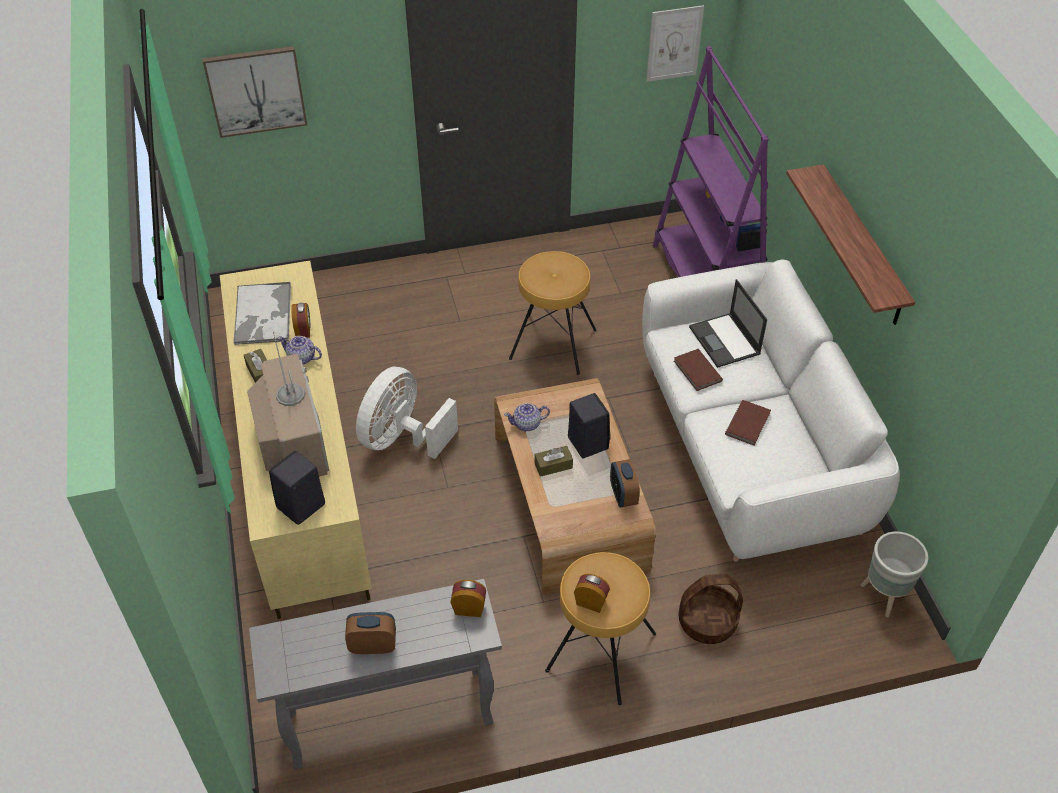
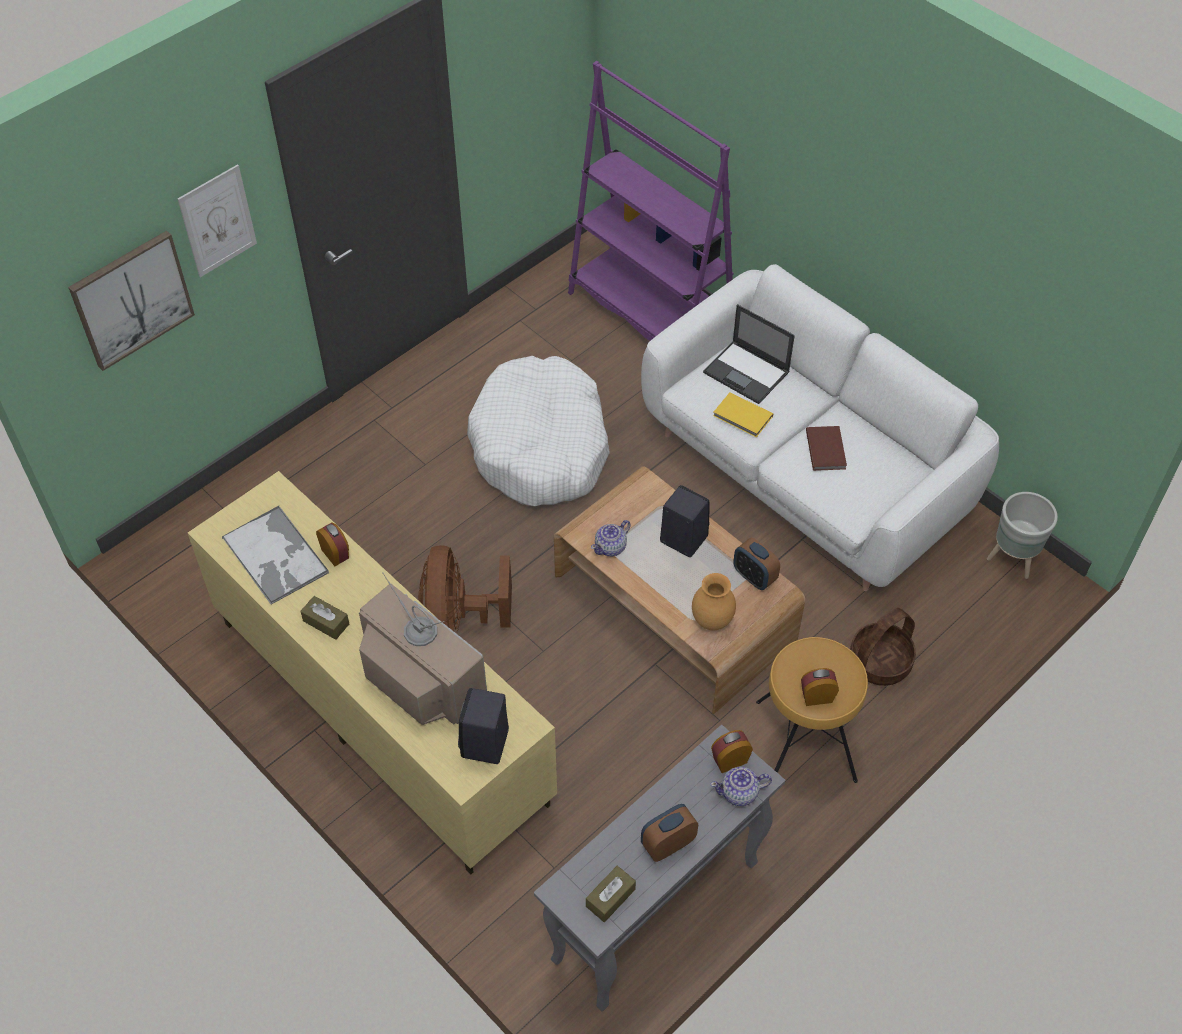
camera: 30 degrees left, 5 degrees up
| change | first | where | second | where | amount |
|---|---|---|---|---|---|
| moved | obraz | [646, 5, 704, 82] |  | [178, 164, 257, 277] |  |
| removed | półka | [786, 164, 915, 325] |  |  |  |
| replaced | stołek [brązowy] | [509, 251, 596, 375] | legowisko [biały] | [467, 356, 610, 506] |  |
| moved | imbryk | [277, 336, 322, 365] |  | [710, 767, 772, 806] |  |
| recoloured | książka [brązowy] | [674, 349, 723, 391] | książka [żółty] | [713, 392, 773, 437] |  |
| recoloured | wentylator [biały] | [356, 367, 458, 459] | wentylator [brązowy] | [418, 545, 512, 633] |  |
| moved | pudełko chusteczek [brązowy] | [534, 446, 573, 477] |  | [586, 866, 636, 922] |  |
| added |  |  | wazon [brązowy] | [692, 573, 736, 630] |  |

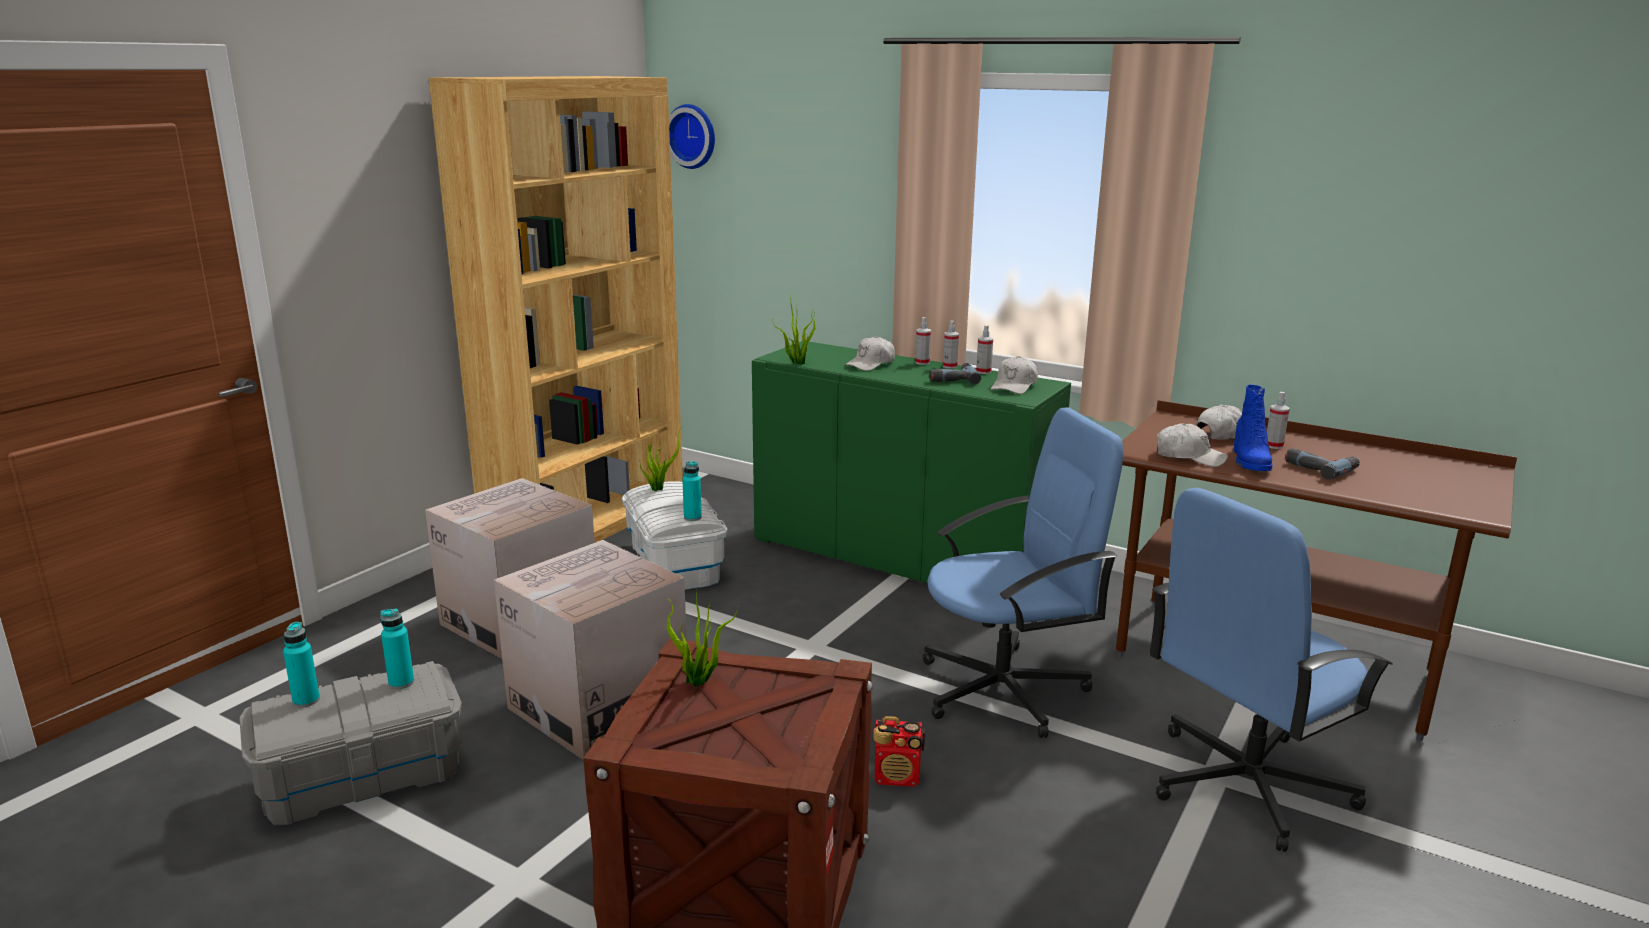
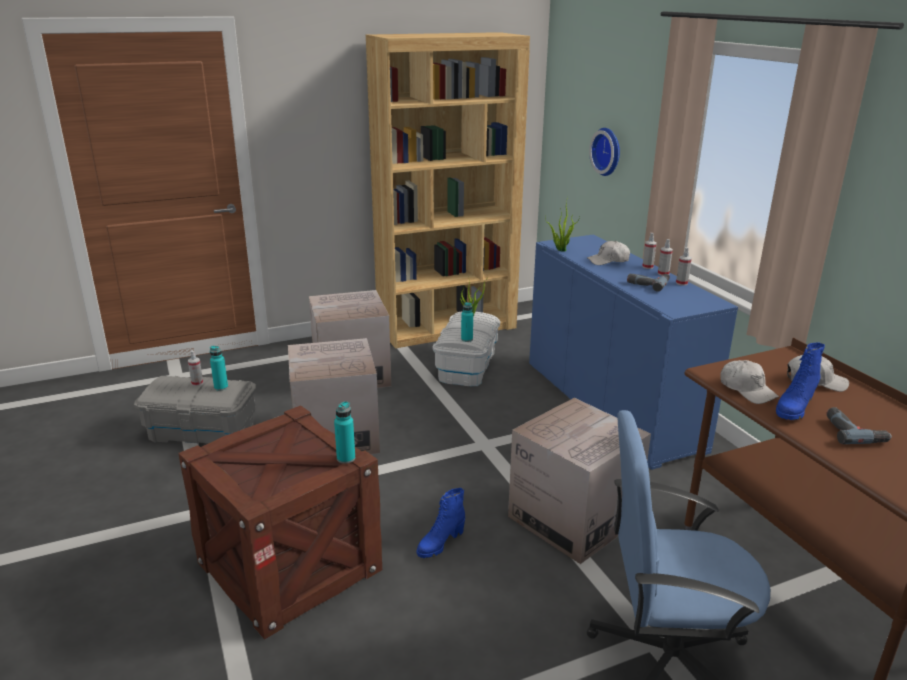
camera: 35 degrees right, 5 degrees up
| change | first | where | second | where | amount |
|---|---|---|---|---|---|
| moved | zegar ścienny | [669, 104, 715, 169] |  | [589, 128, 620, 176] |  |
| recoloured | szafka [zielony] | [752, 341, 1071, 583] | szafka [niebieski] | [529, 234, 738, 470] |  |
| removed | czapka z daszkiem [biały] | [991, 356, 1038, 394] |  |  |  |
| moved | spryskiwacz | [1267, 392, 1290, 449] |  | [188, 350, 203, 386] |  |
| replaced | krzesło biurowe [niebieski] | [923, 408, 1123, 738] | karton | [508, 398, 651, 564] |  |
| removed | roślina doniczkowa | [667, 584, 738, 687] |  |  |  |
| moved | butelka [turkusowy] | [283, 622, 320, 707] |  | [334, 401, 355, 464] |  |
| replaced | radio | [874, 716, 925, 787] | but z cholewką [niebieski] | [417, 488, 465, 558] |  |

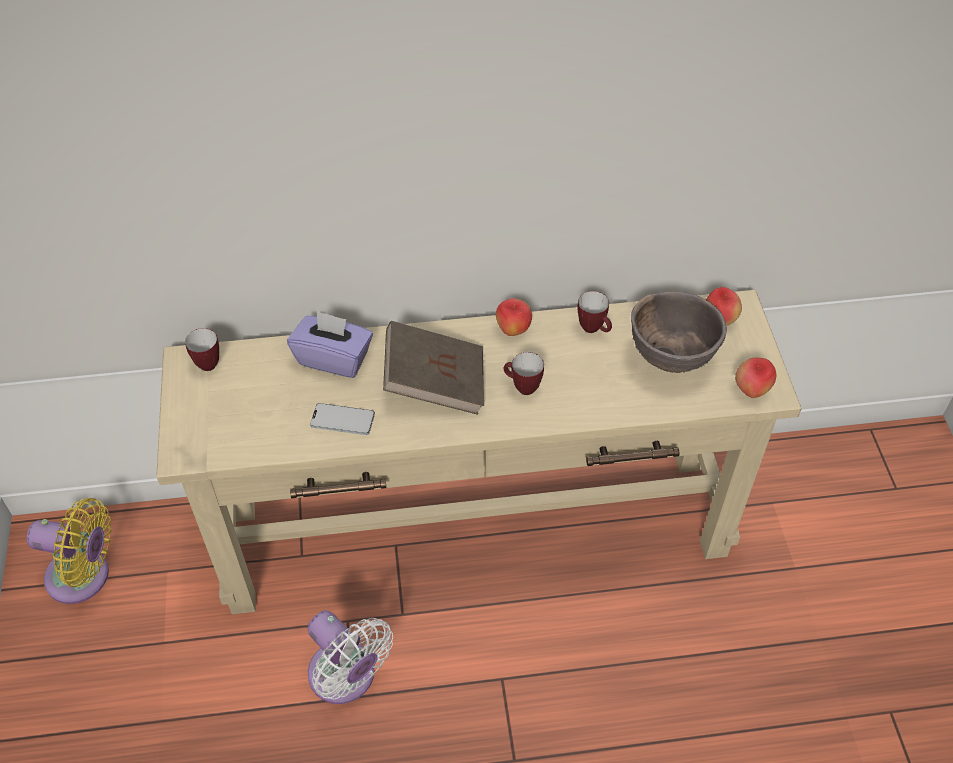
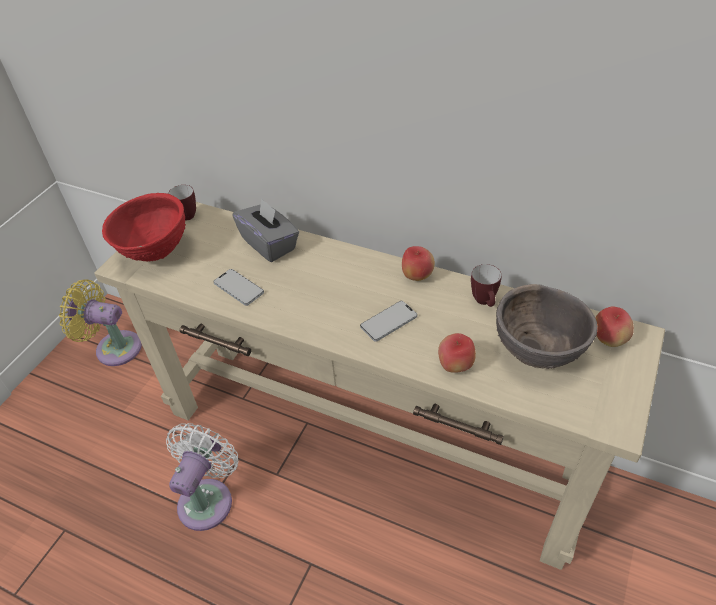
camera: 35 degrees right, 5 degrees down
| change | first | where | second | where | amount |
|---|---|---|---|---|---|
| recoloured | pudełko chusteczek [fioletowy] | [287, 311, 373, 378] | pudełko chusteczek [szary] | [232, 197, 299, 262] |  |
| removed | książka [brązowy] | [383, 321, 484, 415] |  |  |  |
| replaced | kubek | [504, 352, 544, 395] | telefon | [360, 301, 417, 342] |  |
| moved | jabłko | [735, 358, 776, 398] |  | [438, 333, 476, 373] |  |
| turned | wentylator [żółty] | [27, 498, 111, 604] |  | [59, 279, 142, 366] | 150 degrees clockwise |
| turned | wentylator [biały] | [307, 611, 393, 704] |  | [166, 423, 238, 531] | 150 degrees counterclockwise |
| added |  |  | miska [czerwony] | [102, 193, 186, 261] |  |

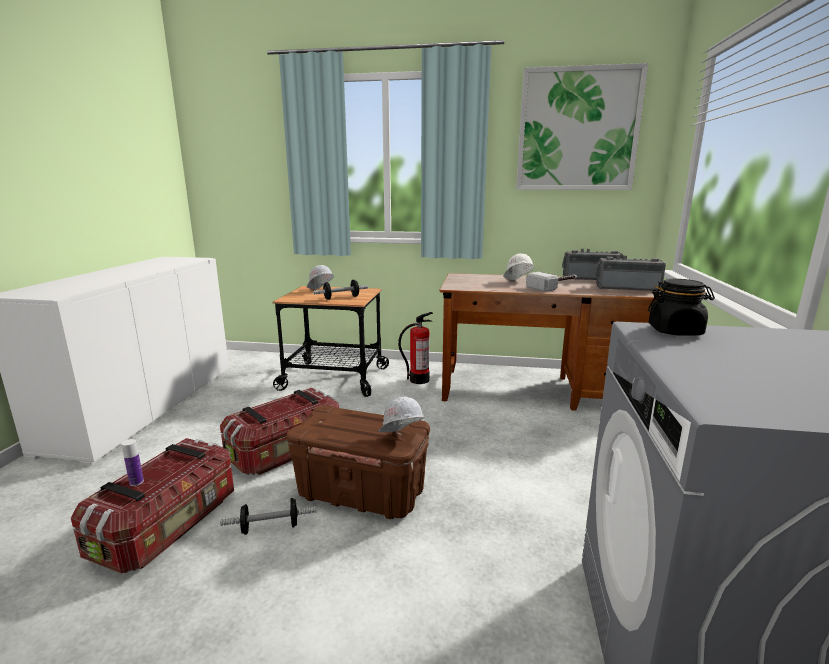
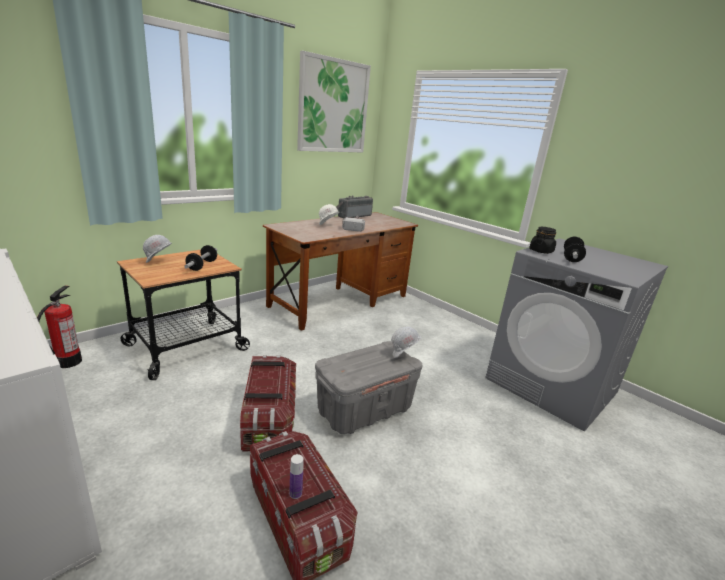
camera: 55 degrees left, 5 degrees up
| change | first | where | second | where | amount |
|---|---|---|---|---|---|
| removed | radio | [596, 255, 666, 291] |  |  |  |
| moved | gaśnica | [398, 312, 433, 384] |  | [37, 286, 82, 368] |  |
| recoloured | pojemnik do przechowywania [brązowy] | [286, 406, 430, 519] | pojemnik do przechowywania [szary] | [315, 341, 423, 434] |  |
| moved | hantel | [220, 498, 316, 535] |  | [564, 237, 586, 262] |  |

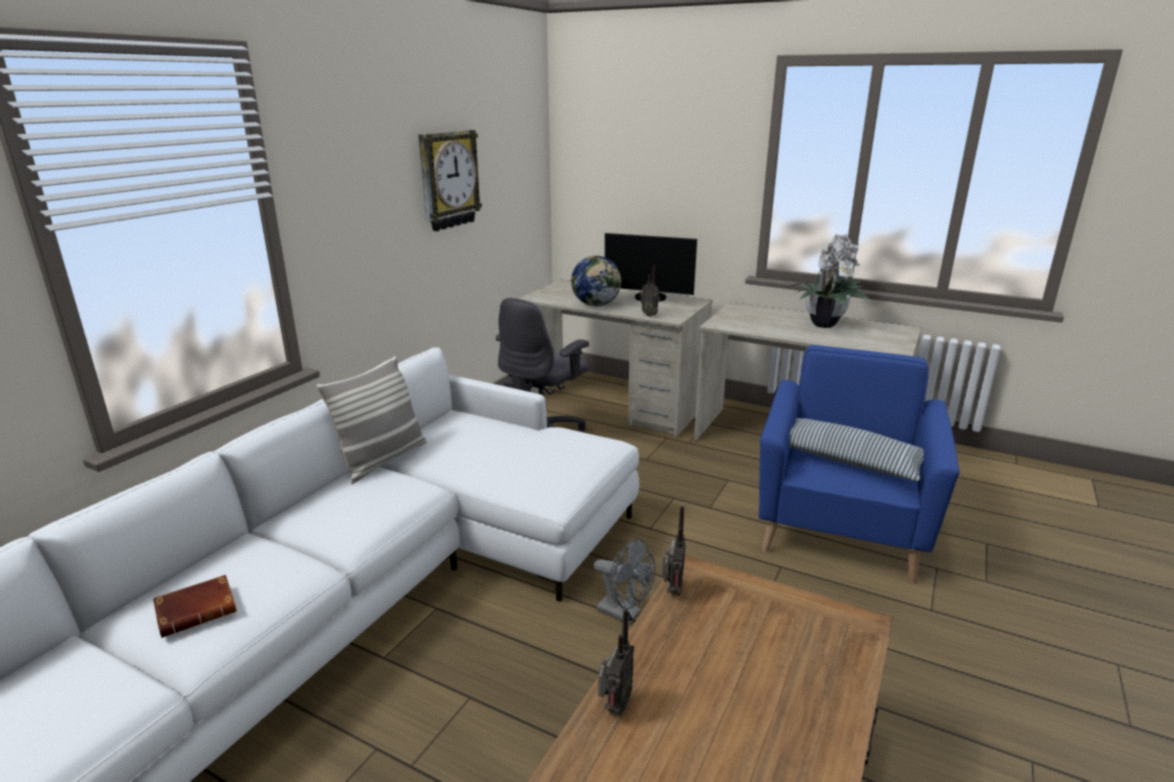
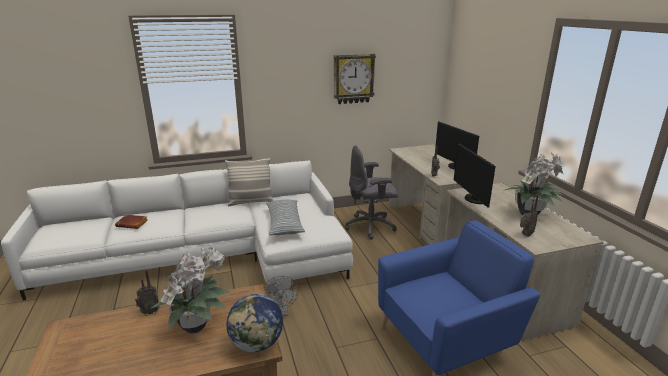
camera: 45 degrees right, 0 degrees up
| change | first | where | second | where | amount |
|---|---|---|---|---|---|
| moved | globus | [571, 256, 621, 306] |  | [226, 294, 283, 353] |  |
| moved | poduszka | [789, 418, 923, 481] |  | [266, 200, 305, 235] |  |
| moved | radio | [662, 506, 686, 596] |  | [520, 195, 538, 237] |  |
| added |  |  | monitor | [454, 143, 496, 208] |  |
| added |  |  | roślina doniczkowa | [151, 247, 229, 333] |  |

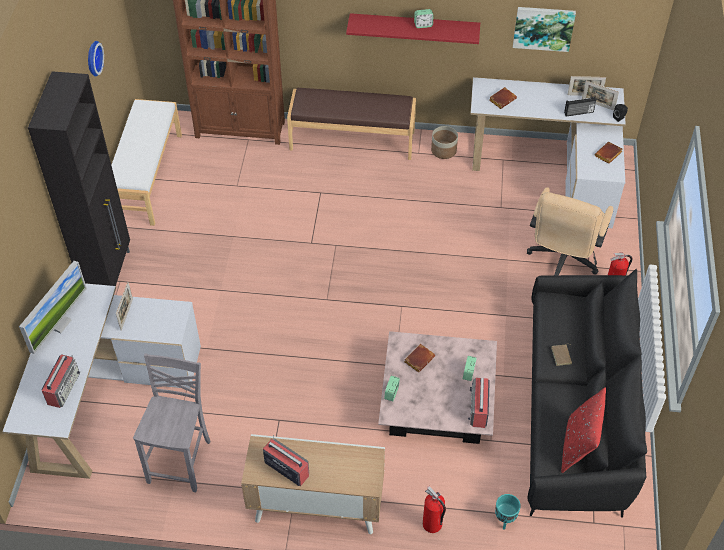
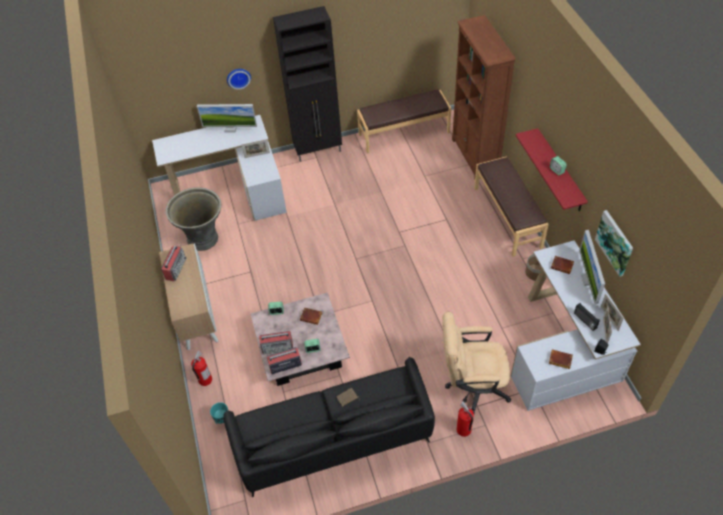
camera: 70 degrees right, 0 degrees up
| change | first | where | second | where | amount |
|---|---|---|---|---|---|
| moved | zegar ścienny | [88, 41, 104, 77] |  | [227, 69, 251, 90] |  |
| recoloured | ławka [biały] | [111, 99, 182, 226] | ławka [brązowy] | [357, 90, 451, 153] |  |
| moved | radio | [41, 354, 80, 408] |  | [259, 331, 293, 354] |  |
| replaced | krzesło [szary] | [133, 354, 211, 492] | donica [szary] | [166, 187, 221, 251] |  |
| removed | poduszka [czerwony] | [561, 387, 606, 473] |  |  |  |
| added |  |  | monitor | [579, 230, 605, 304] |  |

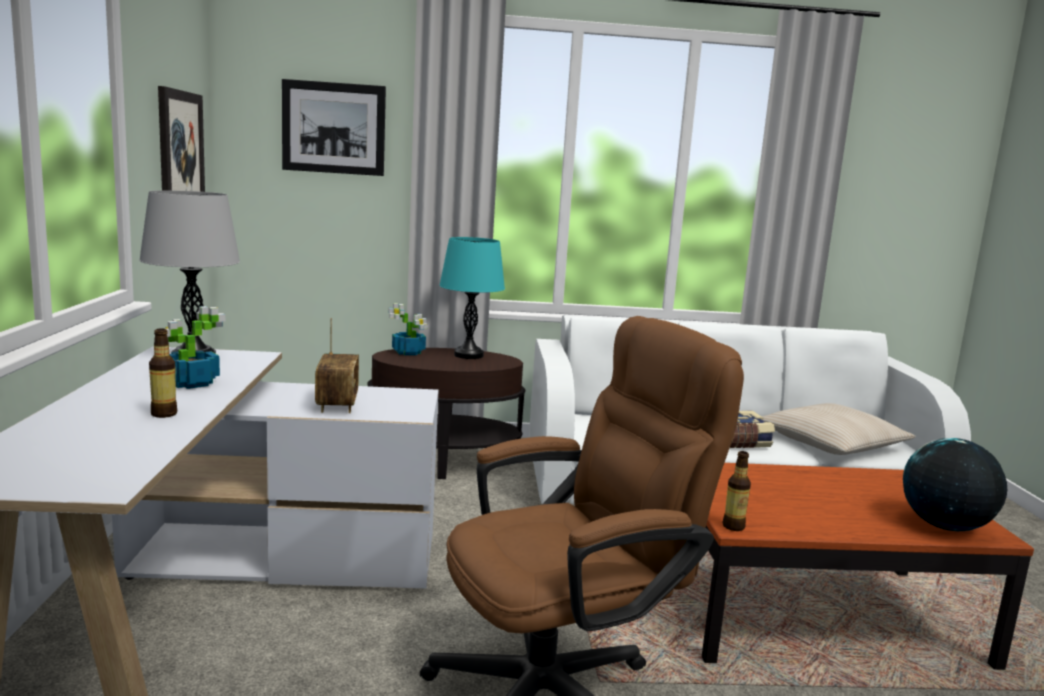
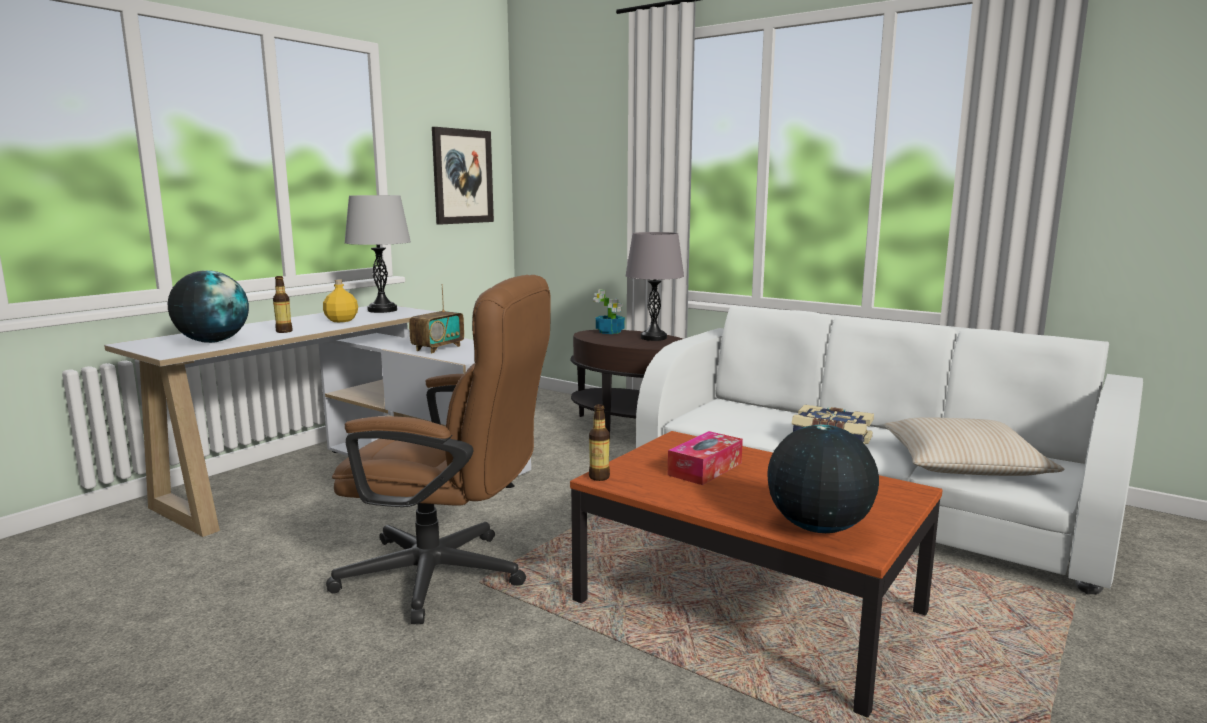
camera: 40 degrees right, 0 degrees up
| change | first | where | second | where | amount |
|---|---|---|---|---|---|
| removed | obraz | [282, 79, 386, 176] |  |  |  |
| recoloured | lampa stołowa [turkusowy] | [439, 237, 505, 359] | lampa stołowa [szary] | [625, 232, 684, 341] |  |
| replaced | roślina doniczkowa | [165, 306, 225, 389] | butelka [żółty] | [323, 279, 358, 322] |  |
| added |  |  | globus | [168, 270, 249, 343] |  |
| added |  |  | pudełko chusteczek | [668, 431, 743, 485] |  |

